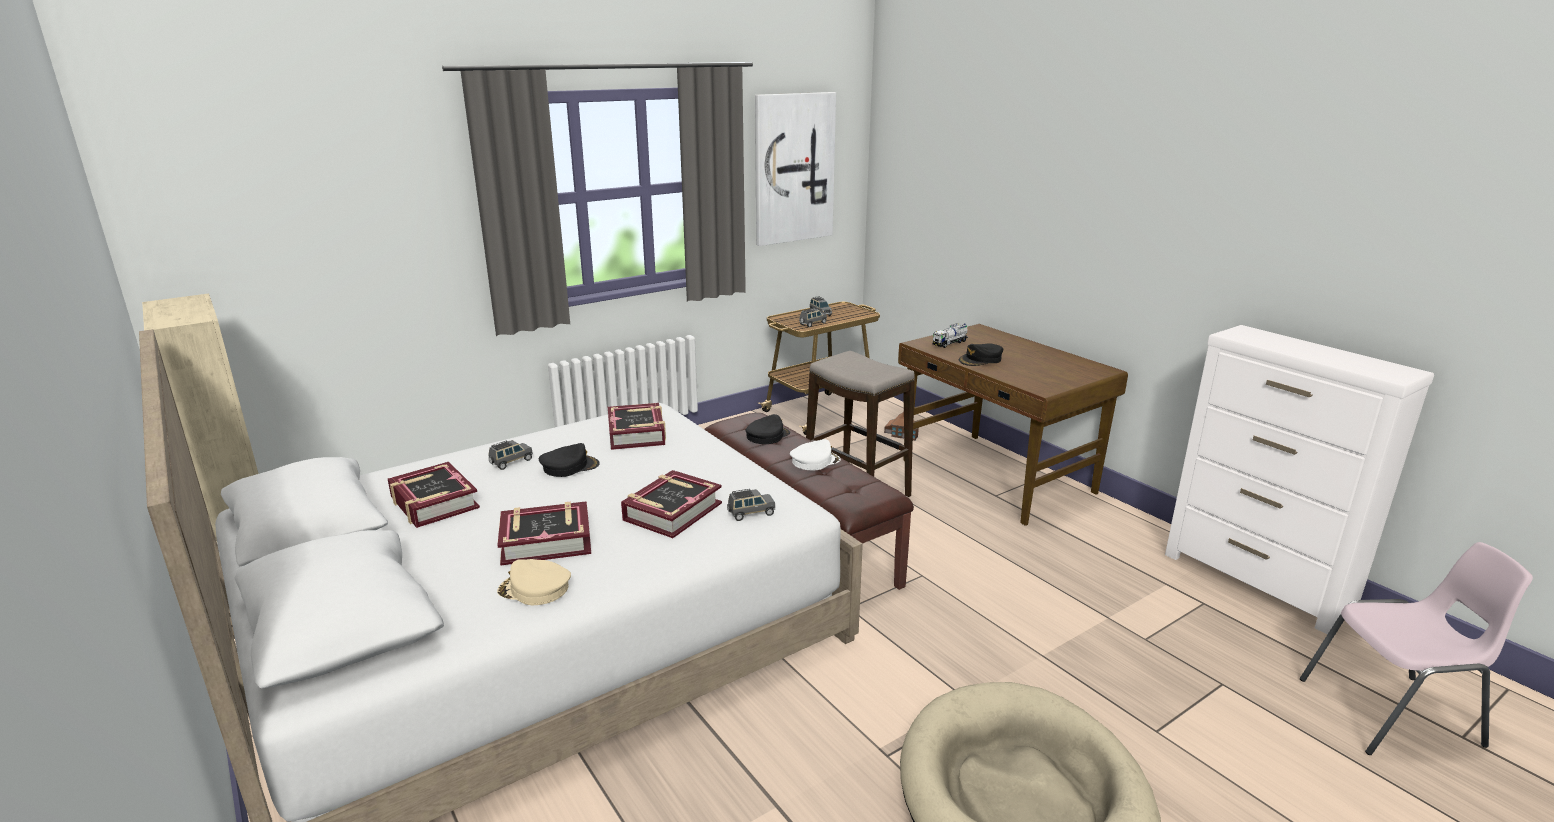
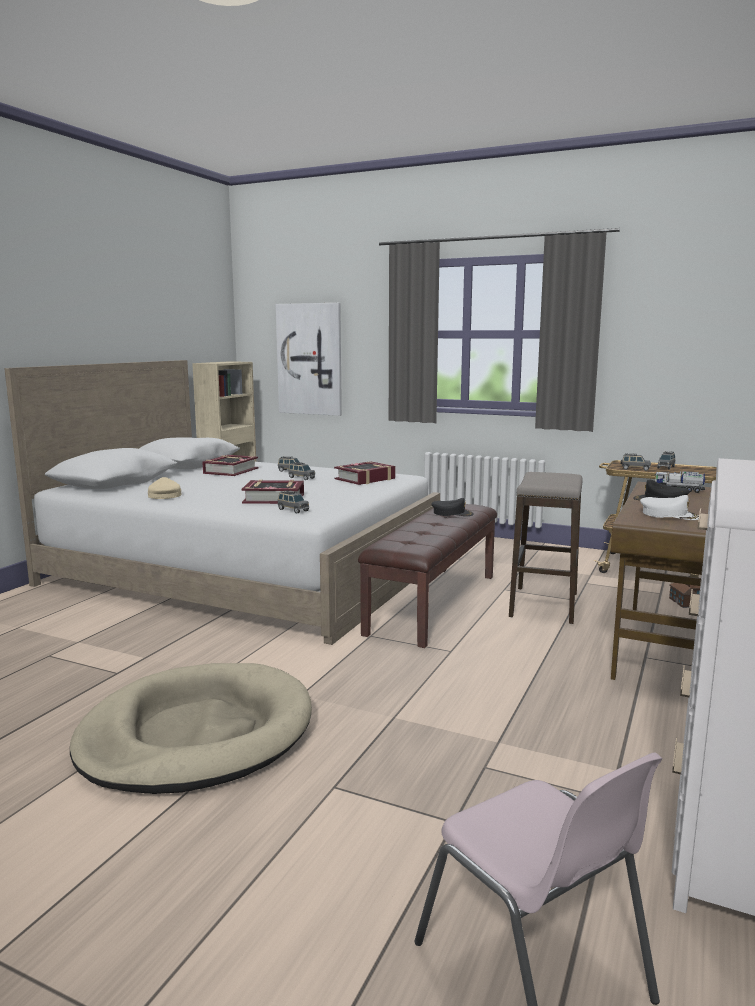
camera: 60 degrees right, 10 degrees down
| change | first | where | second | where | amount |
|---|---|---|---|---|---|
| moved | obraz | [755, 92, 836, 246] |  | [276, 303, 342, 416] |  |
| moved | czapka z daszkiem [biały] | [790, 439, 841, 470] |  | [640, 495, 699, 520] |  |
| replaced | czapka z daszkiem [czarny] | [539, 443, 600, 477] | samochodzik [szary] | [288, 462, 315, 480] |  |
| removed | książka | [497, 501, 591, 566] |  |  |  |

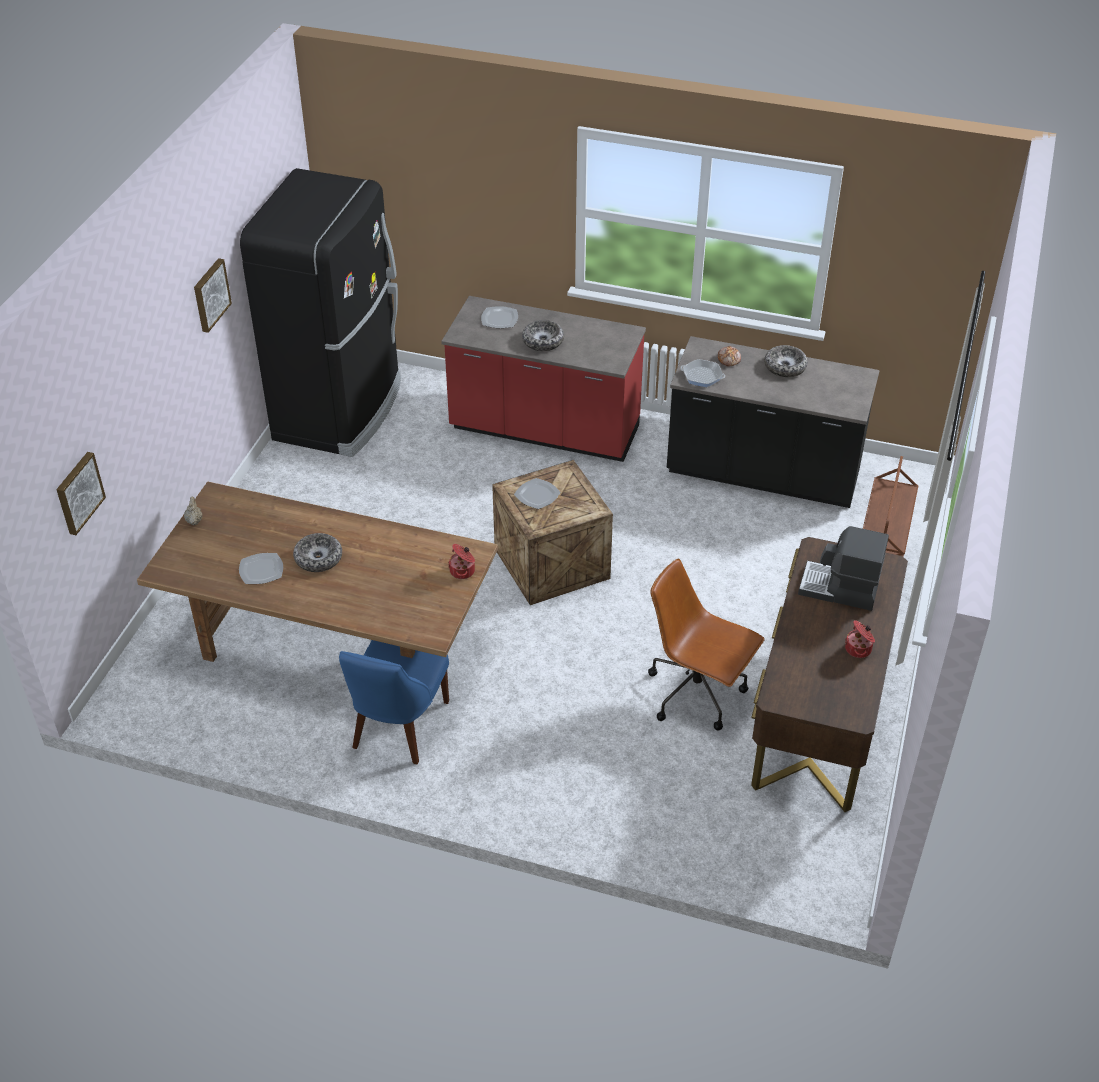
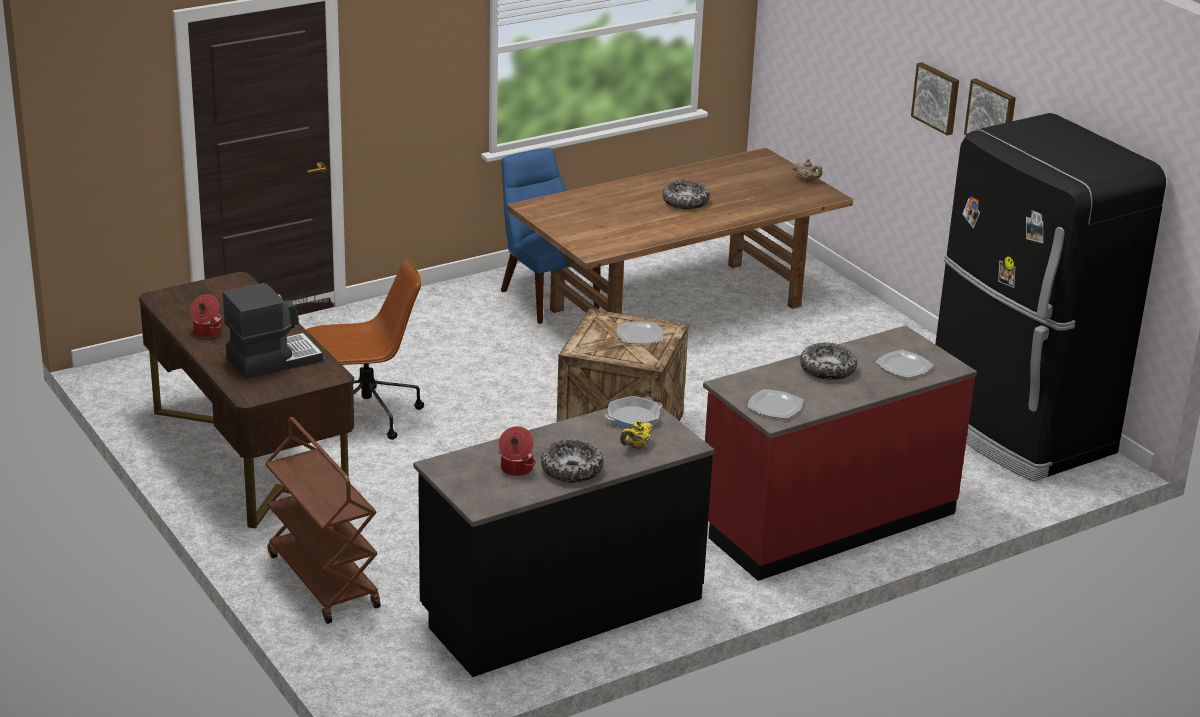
camera: 130 degrees right, 15 degrees down
| change | first | where | second | where | amount |
|---|---|---|---|---|---|
| replaced | chleb | [718, 346, 741, 366] | imbryk [żółty] | [620, 421, 654, 449] |  |
| moved | obraz | [57, 452, 106, 535] |  | [911, 62, 959, 136] |  |
| moved | garnek | [448, 544, 475, 579] |  | [498, 426, 536, 476] |  |
| moved | talerz | [239, 553, 283, 584] |  | [747, 389, 803, 419] |  |

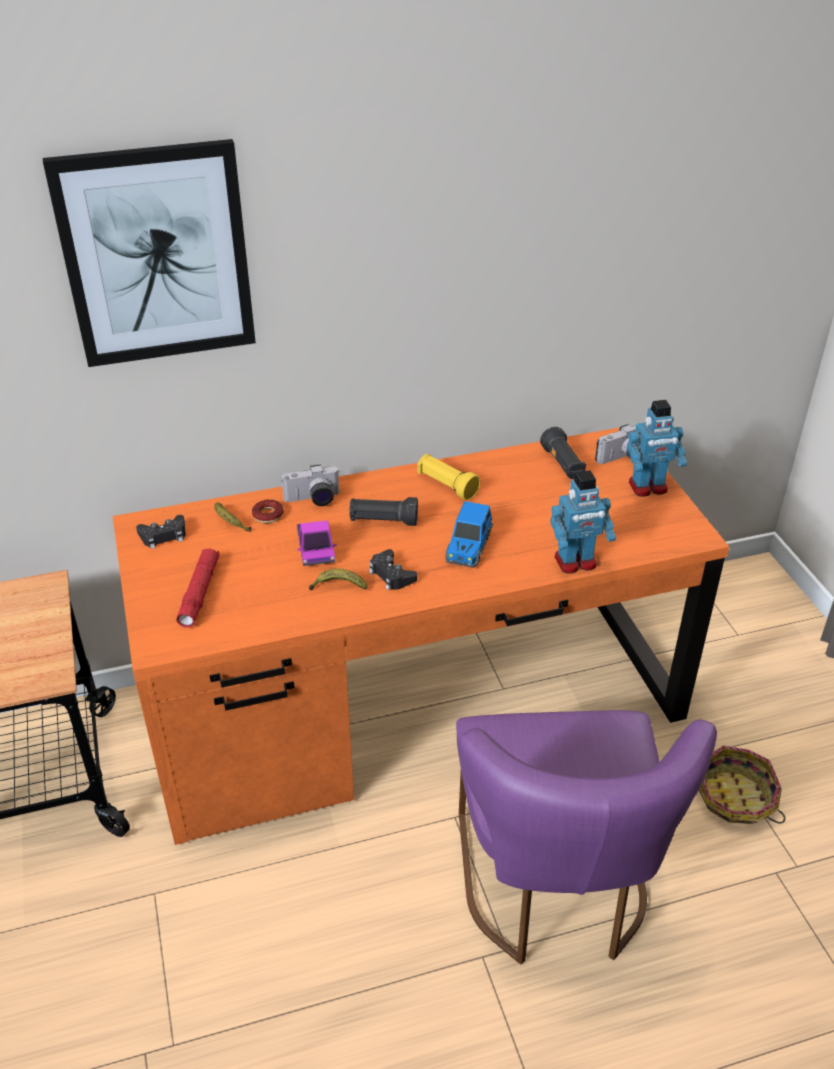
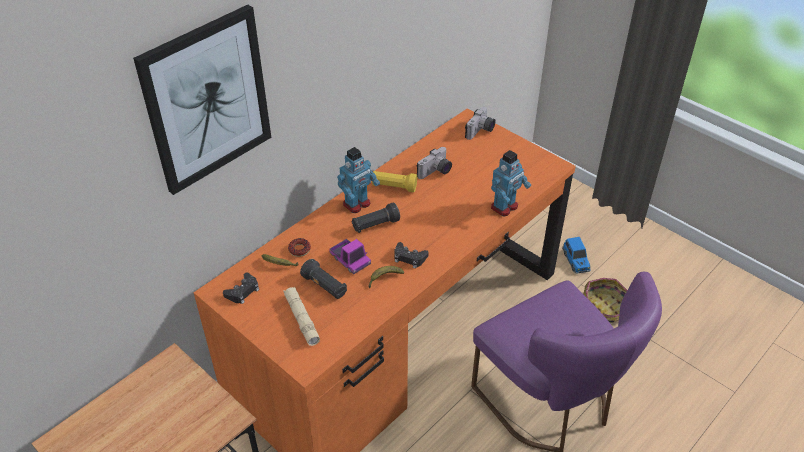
camera: 30 degrees left, 5 degrees up
| change | first | where | second | where | amount |
|---|---|---|---|---|---|
| moved | robot zabawkowy | [627, 400, 687, 497] |  | [337, 147, 380, 213] |  |
| moved | latarka [czarny] | [540, 427, 586, 479] |  | [300, 259, 347, 299] |  |
| moved | aparat fotograficzny | [281, 464, 340, 506] |  | [417, 147, 452, 179] |  |
| moved | samochodzik | [445, 501, 493, 568] |  | [562, 237, 590, 274] |  |
| recoloured | latarka [czerwony] | [176, 548, 219, 628] | latarka [beżowy] | [283, 287, 320, 346] |  |

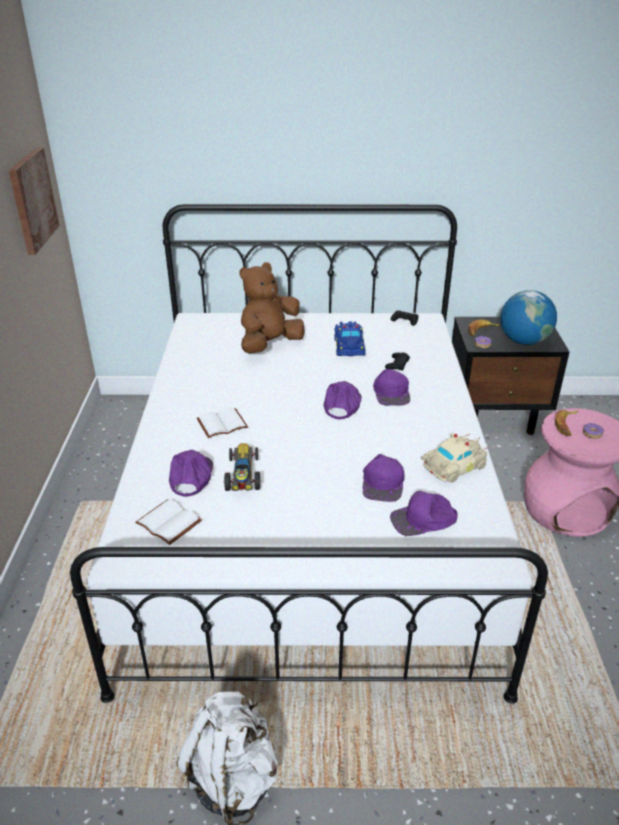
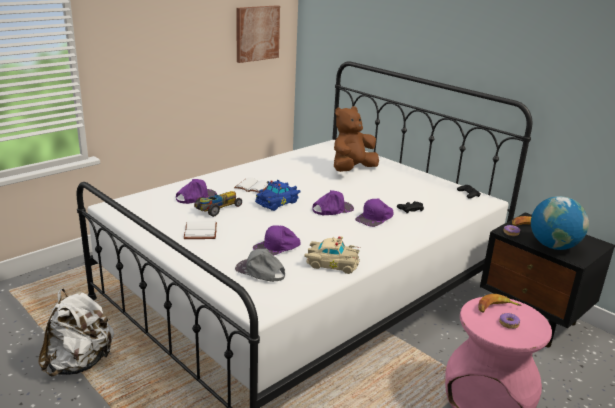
camera: 45 degrees right, 10 degrees down
| change | first | where | second | where | amount |
|---|---|---|---|---|---|
| turned | pluszak [brązowy] | [240, 262, 305, 354] |  | [334, 106, 379, 172] | 45 degrees counterclockwise |
| moved | samochodzik [niebieski] | [334, 321, 366, 356] |  | [255, 180, 301, 211] |  |
| recoloured | czapka z daszkiem [fioletowy] | [390, 491, 458, 536] | czapka z daszkiem [szary] | [235, 249, 285, 282] |  |
| moved | książka [biały] | [135, 499, 202, 545] |  | [184, 221, 217, 239] |  |

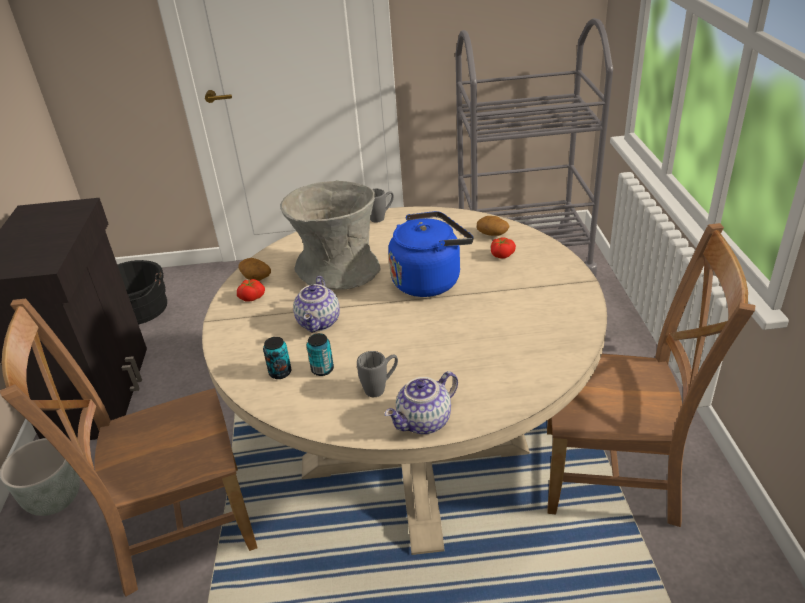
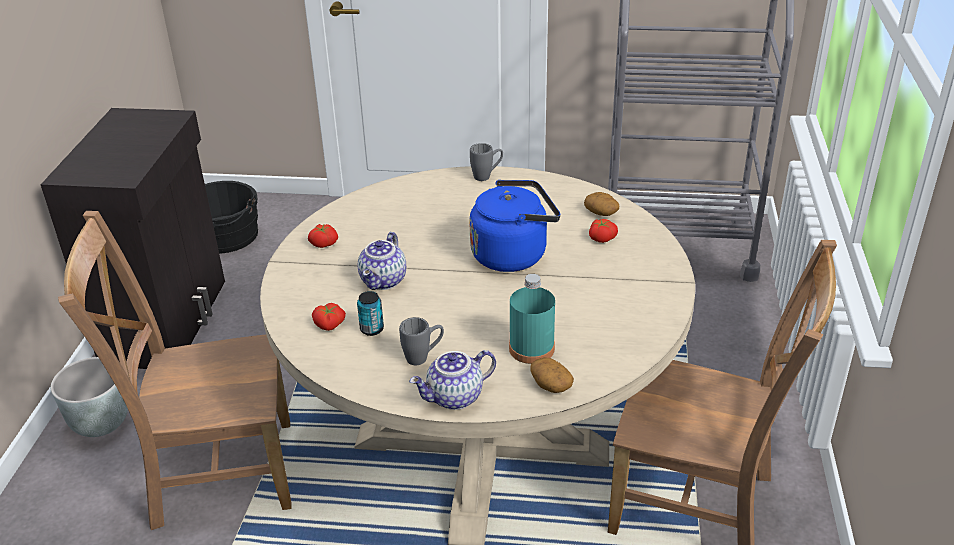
camera: 10 degrees right, 0 degrees up
| change | first | where | second | where | amount |
|---|---|---|---|---|---|
| removed | wazon [szary] | [280, 180, 381, 290] |  |  |  |
| moved | ziemniak | [238, 258, 271, 281] |  | [530, 358, 574, 393] |  |
| replaced | puszka | [263, 337, 291, 379] | pomidor | [312, 303, 346, 331] |  |
| added |  |  | butelka [turkusowy] | [509, 274, 555, 364] |  |

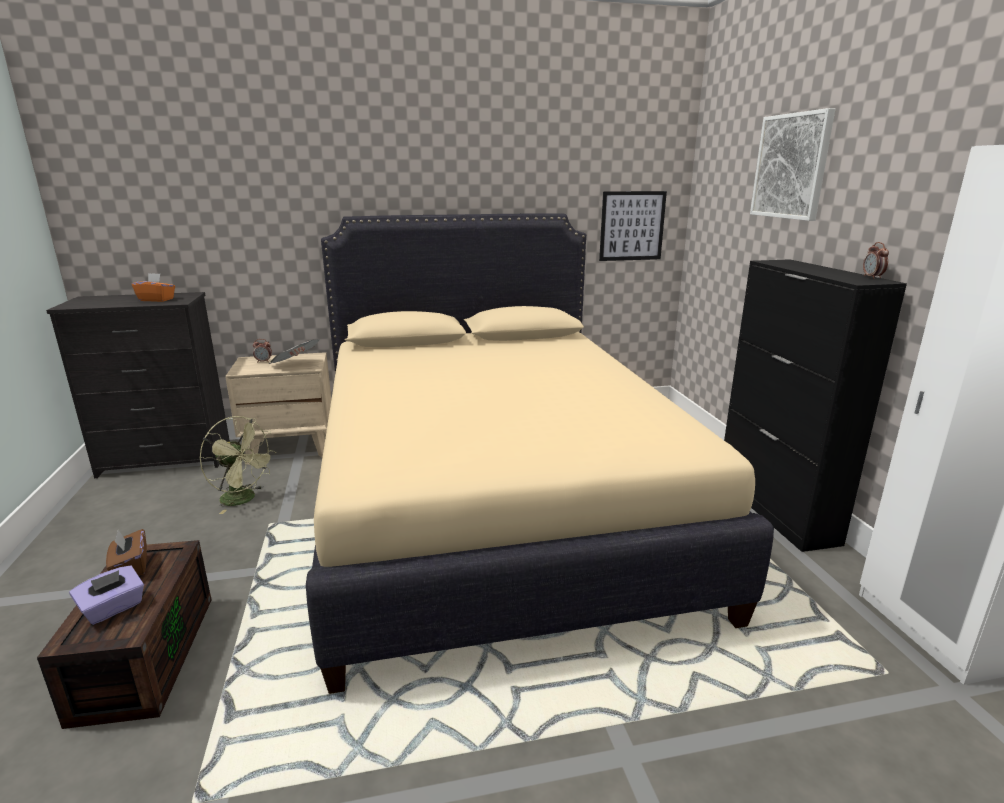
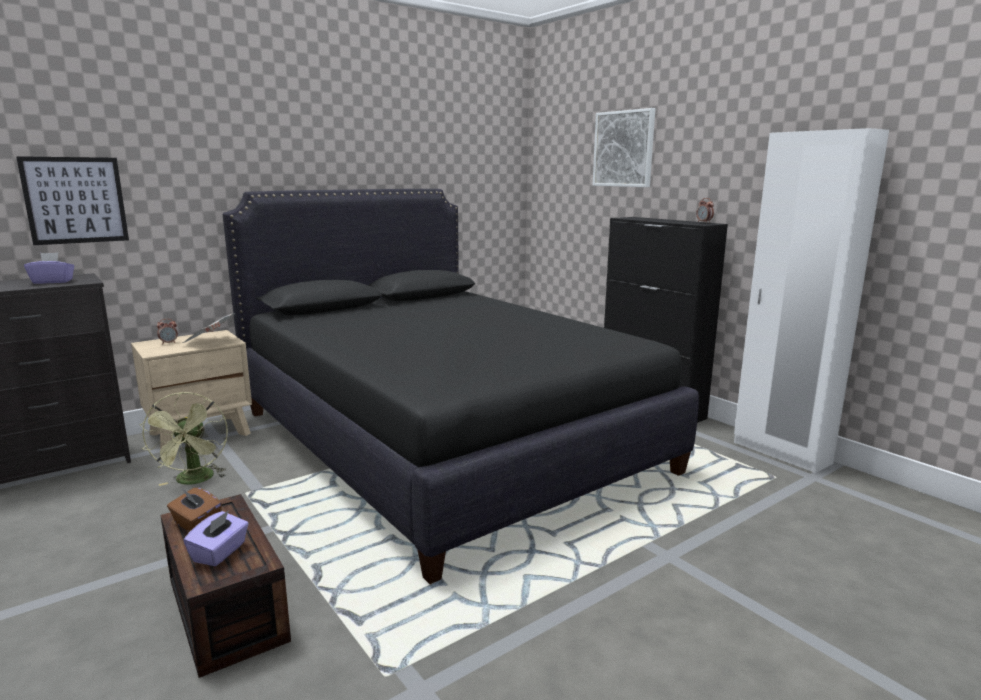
camera: 25 degrees left, 5 degrees down
| change | first | where | second | where | amount |
|---|---|---|---|---|---|
| moved | obraz | [599, 191, 667, 261] |  | [16, 156, 129, 245] |  |
| recoloured | łóżko [beżowy] | [306, 214, 774, 694] | łóżko [czarny] | [222, 189, 699, 584] |  |
| recoloured | pudełko chusteczek [pomarańczowy] | [132, 273, 175, 302] | pudełko chusteczek [fioletowy] | [24, 252, 75, 284] |  |
| turned | wentylator [zielony] | [199, 416, 276, 514] |  | [139, 392, 228, 486] | 75 degrees clockwise |

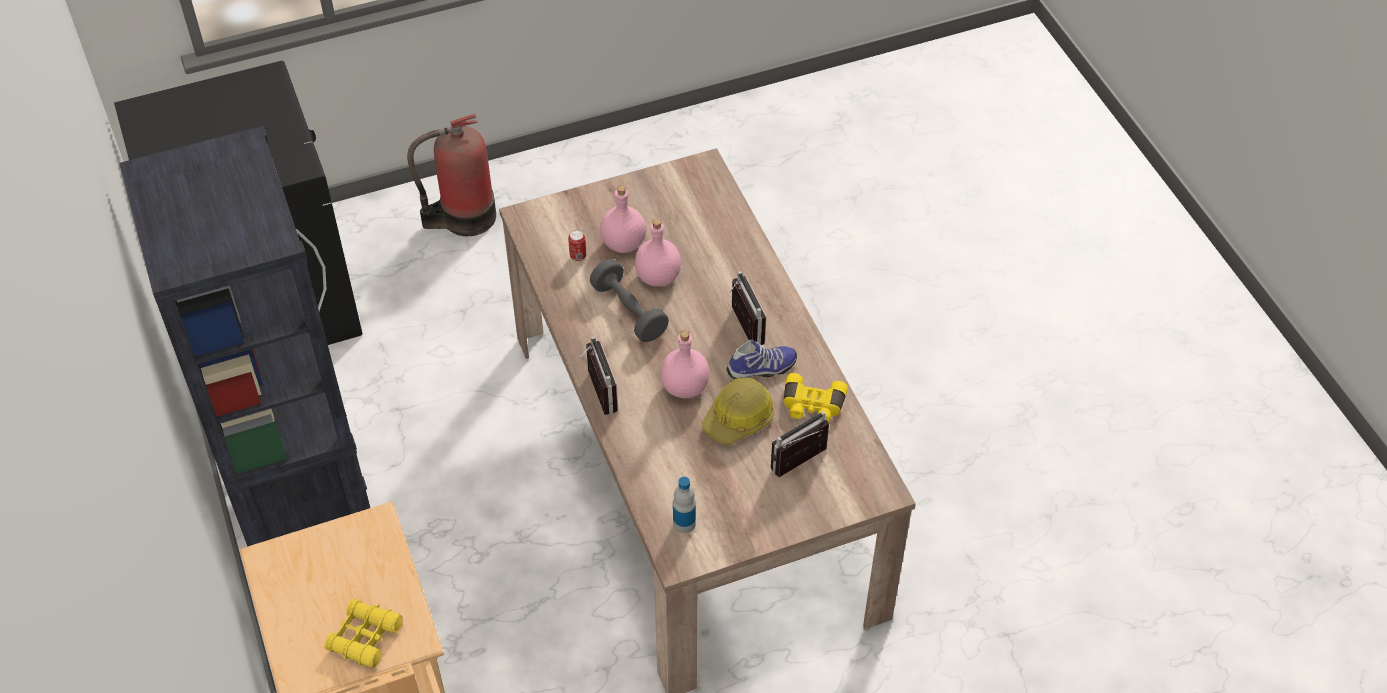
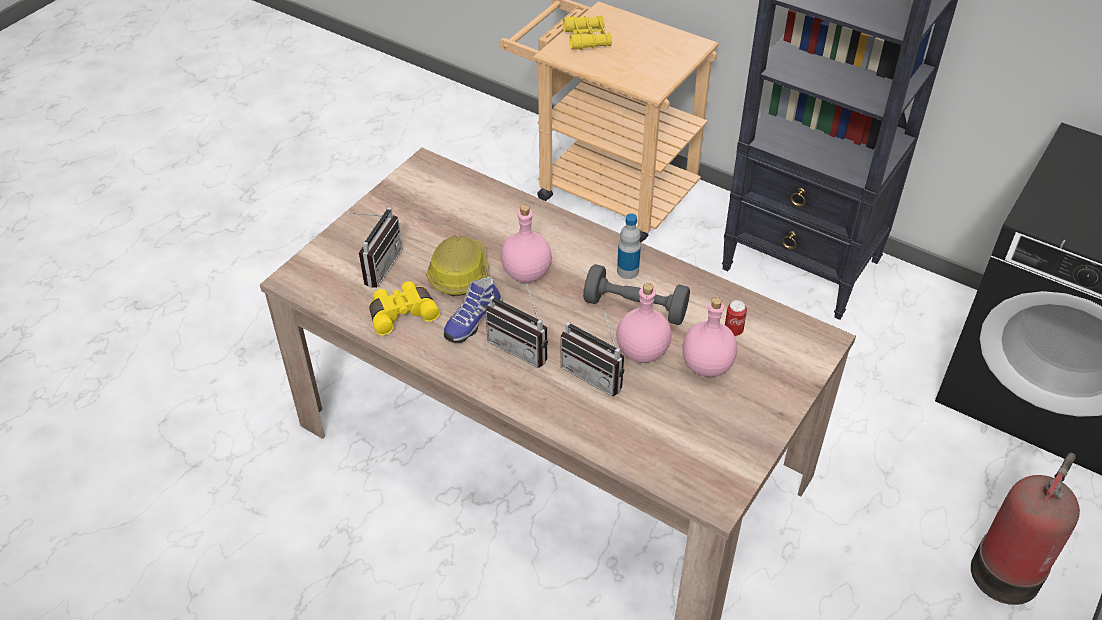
camera: 145 degrees right, 5 degrees down
| change | first | where | second | where | amount |
|---|---|---|---|---|---|
| moved | radio | [578, 336, 618, 415] |  | [561, 306, 624, 397] |  |
| moved | butelka | [673, 477, 696, 533] |  | [617, 213, 641, 279] |  |

